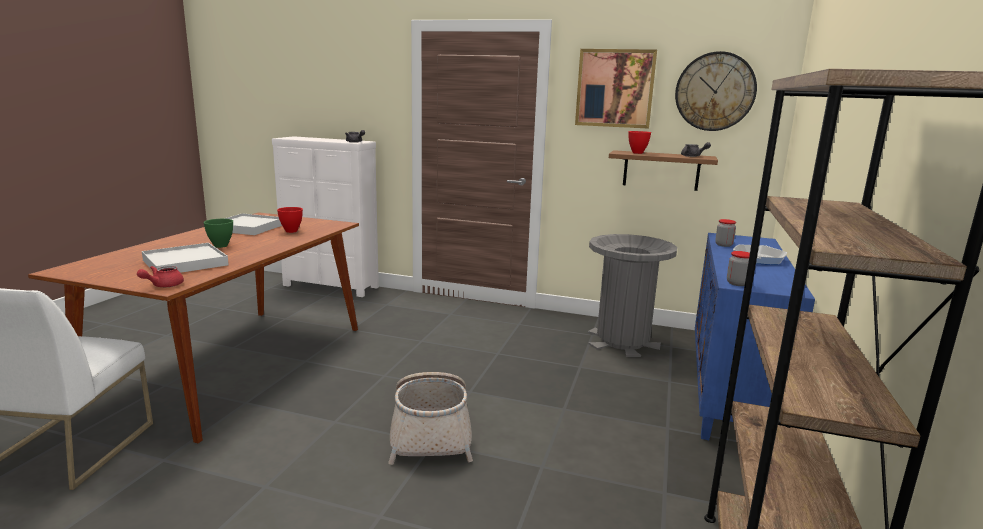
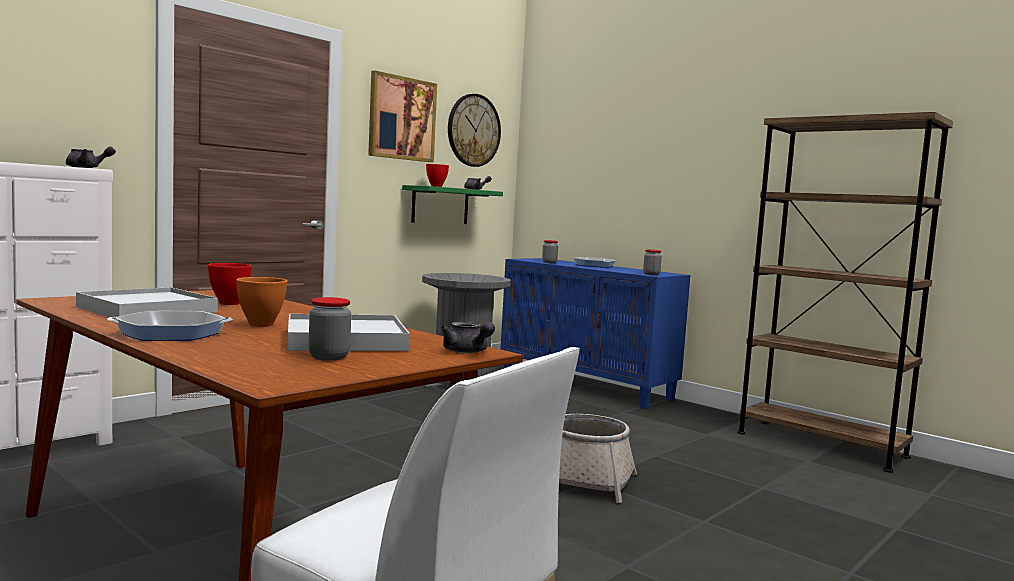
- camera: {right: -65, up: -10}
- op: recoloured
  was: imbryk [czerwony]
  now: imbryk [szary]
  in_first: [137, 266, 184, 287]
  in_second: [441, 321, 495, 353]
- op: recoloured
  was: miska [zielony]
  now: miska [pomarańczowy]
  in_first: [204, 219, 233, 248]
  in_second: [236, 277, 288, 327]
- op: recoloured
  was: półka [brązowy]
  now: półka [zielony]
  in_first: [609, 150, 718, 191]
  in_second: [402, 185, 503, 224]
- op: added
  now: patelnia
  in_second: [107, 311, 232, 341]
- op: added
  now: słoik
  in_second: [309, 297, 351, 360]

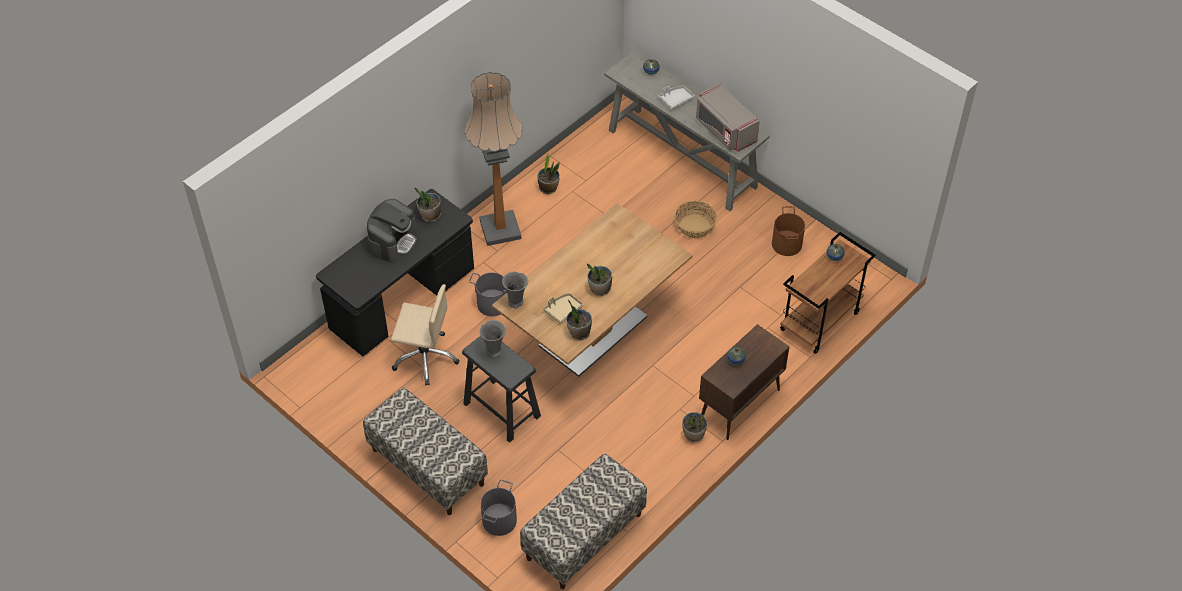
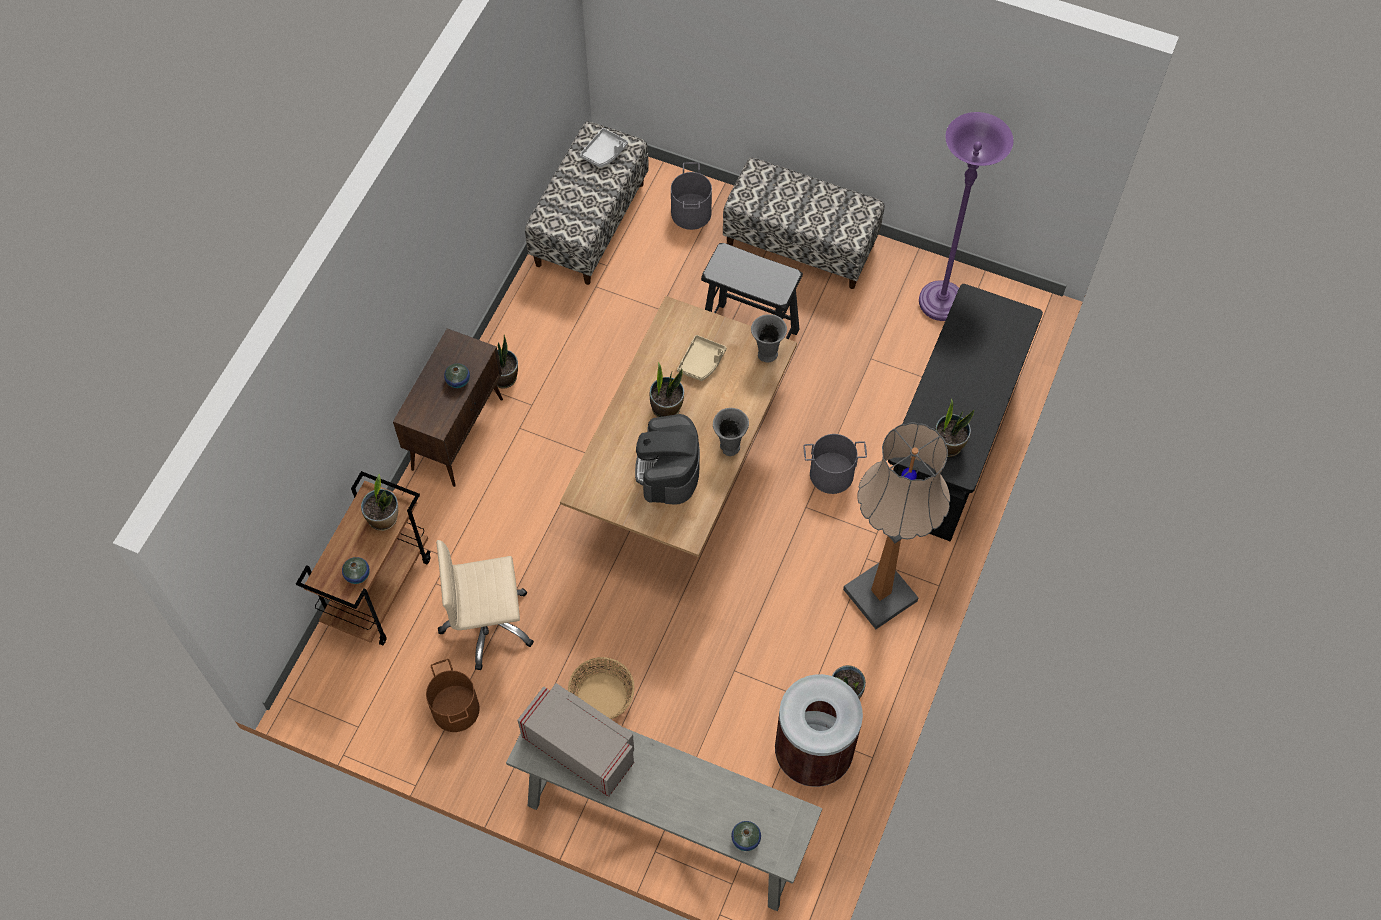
- camera: {right: 160, up: 10}
- op: moved
  was: ekspres do kawy
  in_first: [367, 199, 417, 263]
  in_second: [635, 414, 700, 504]
- op: moved
  was: krzesło biurowe [beżowy]
  in_first: [391, 284, 460, 386]
  in_second: [436, 540, 534, 670]
- op: moved
  was: wazon [szary]
  in_first: [479, 320, 506, 358]
  in_second: [713, 408, 749, 456]
- op: moved
  was: roślina doniczkowa
  in_first: [566, 300, 592, 340]
  in_second: [361, 474, 398, 531]
- op: moved
  was: taca [szary]
  in_first: [658, 86, 695, 110]
  in_second: [580, 128, 628, 168]
- op: added
  now: kosz na śmieci [brązowy]
  in_second: [775, 674, 863, 787]
- op: added
  now: lampa stojąca [fioletowy]
  in_second: [919, 112, 1013, 321]

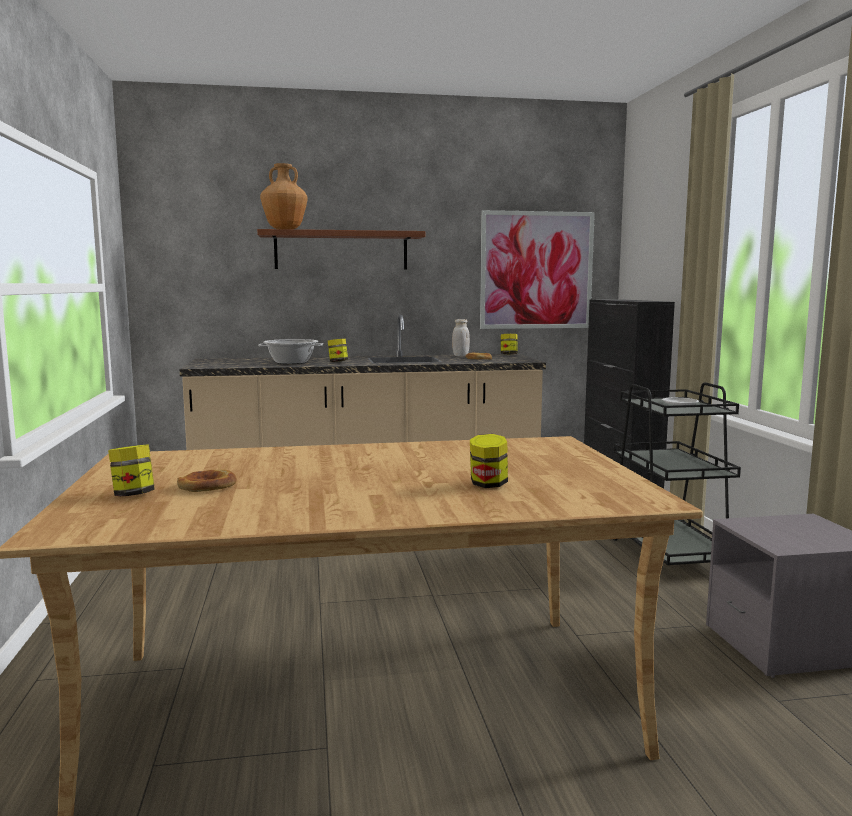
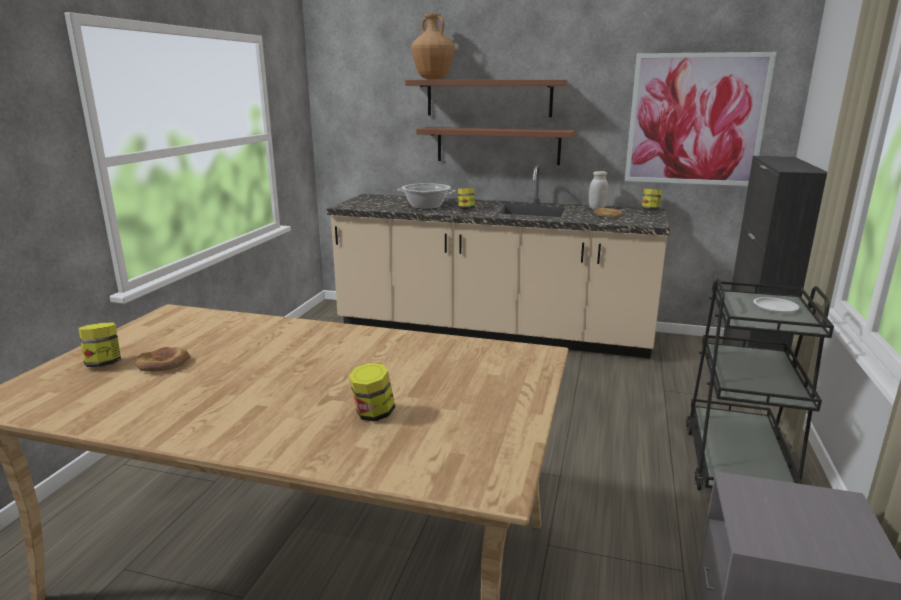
- camera: {right: 25, up: 10}
- op: added
  now: półka [brązowy]
  in_second: [416, 127, 575, 165]

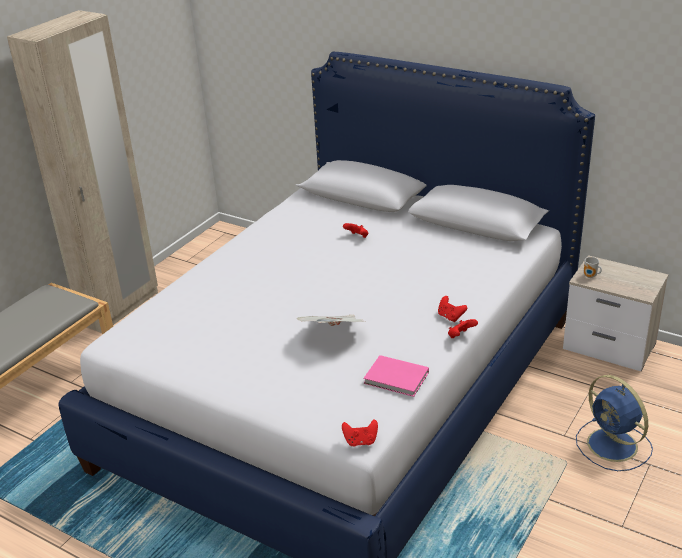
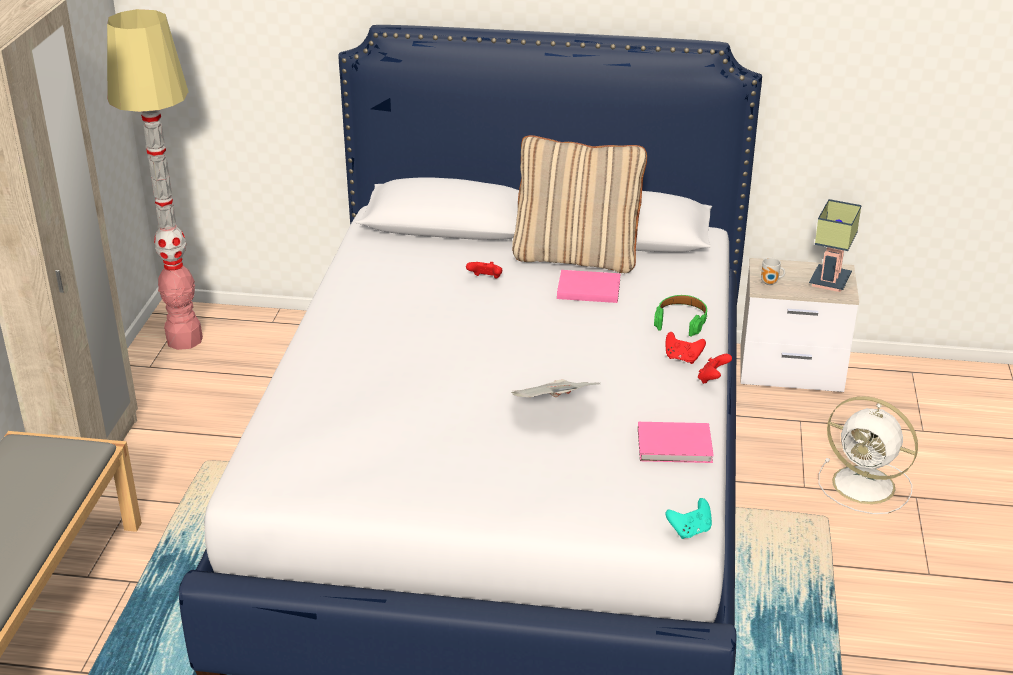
- camera: {right: -25, up: 0}
- op: recoloured
  was: pad do gier [czerwony]
  now: pad do gier [turkusowy]
  in_first: [342, 419, 378, 447]
  in_second: [666, 498, 712, 539]
- op: recoloured
  was: wentylator [niebieski]
  now: wentylator [biały]
  in_first: [576, 375, 653, 471]
  in_second: [818, 396, 918, 514]
- op: added
  now: lampa stojąca
  in_second: [107, 9, 203, 350]
- op: added
  now: poduszka [beżowy]
  in_second: [512, 135, 647, 273]
- op: added
  now: książka [różowy]
  in_second: [557, 270, 621, 303]
- op: added
  now: słuchawki [zielony]
  in_second: [654, 295, 707, 337]
- op: added
  now: lampa stołowa
  in_second: [809, 199, 862, 292]

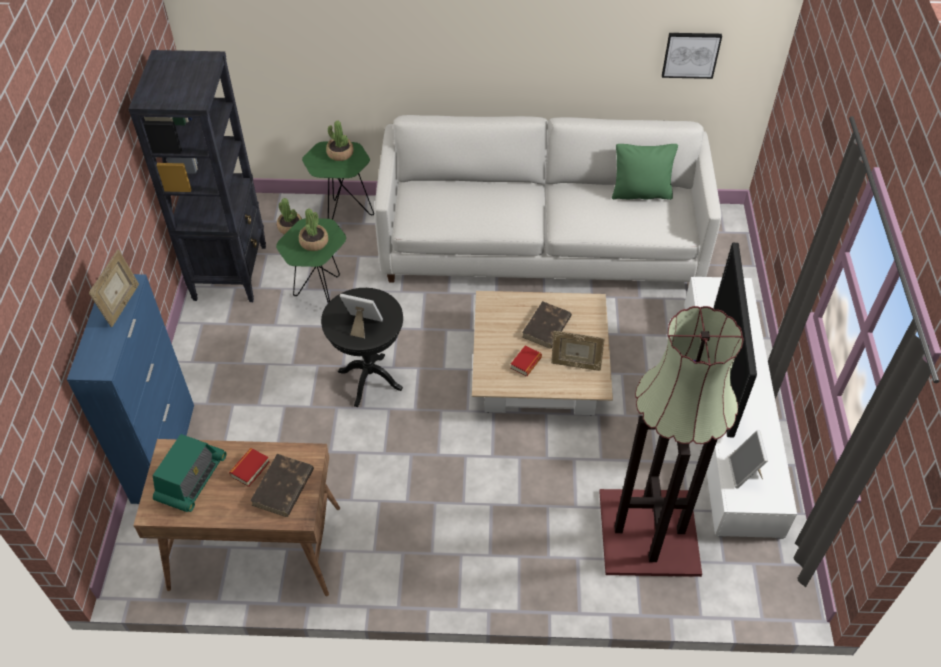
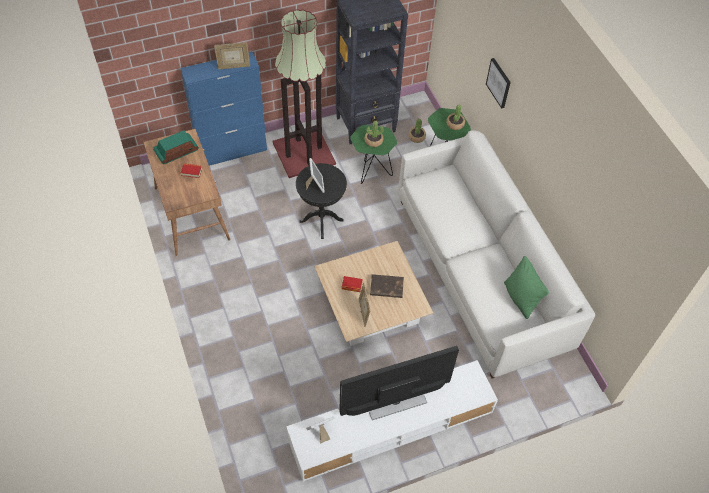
- camera: {right: 65, up: 5}
- op: turned
  was: radio
  in_first: [153, 434, 227, 512]
  in_second: [153, 130, 199, 164]
  clockwise: 150
- op: removed
  was: książka [brązowy]
  in_first: [250, 454, 314, 517]
- op: moved
  was: lampa stojąca
  in_first: [599, 306, 743, 577]
  in_second: [272, 9, 336, 178]
- op: moved
  was: obraz
  in_first: [662, 33, 722, 79]
  in_second: [486, 58, 511, 109]

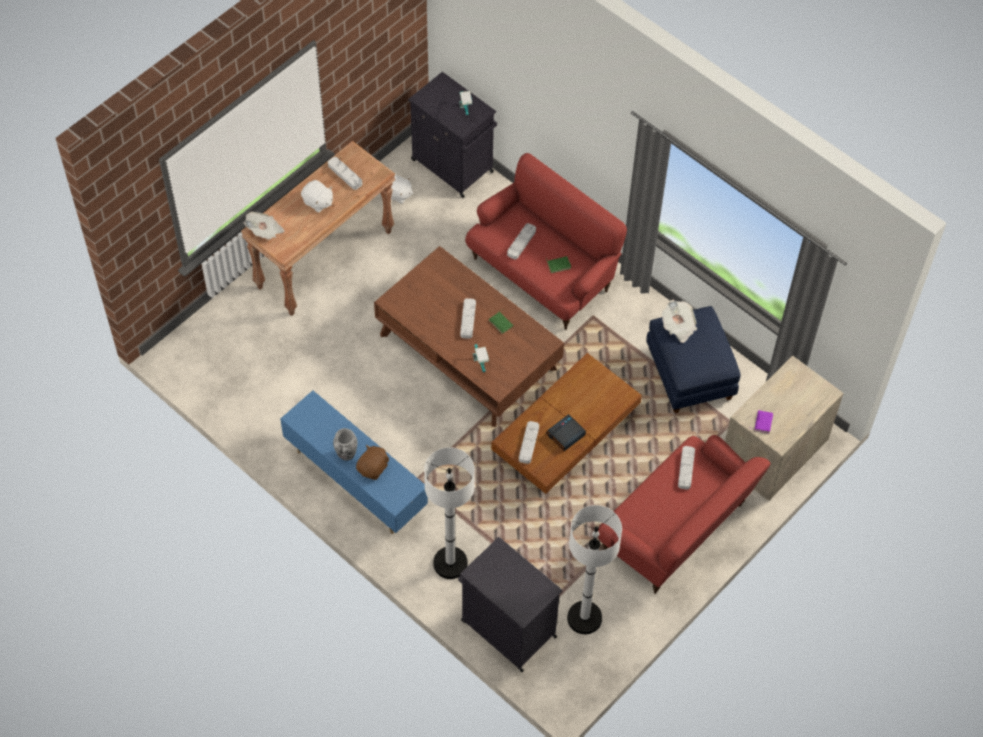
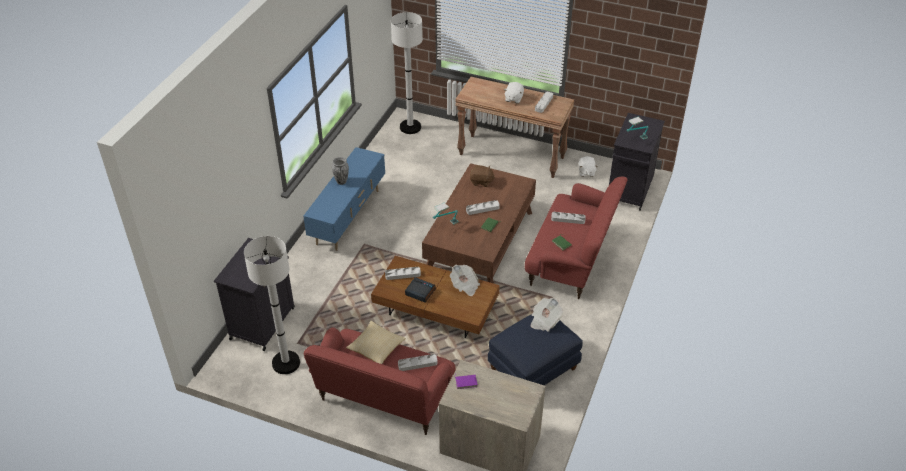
- camera: {right: 70, up: -15}
- op: moved
  was: gazeta
  in_first: [244, 212, 285, 240]
  in_second: [450, 265, 480, 296]
- op: moved
  was: pluszak [brązowy]
  in_first: [356, 445, 390, 480]
  in_second: [470, 165, 495, 187]
- op: moved
  was: lampa stojąca [biały]
  in_first: [424, 447, 475, 579]
  in_second: [391, 12, 423, 134]
- op: added
  now: poduszka
  in_second: [346, 321, 406, 364]

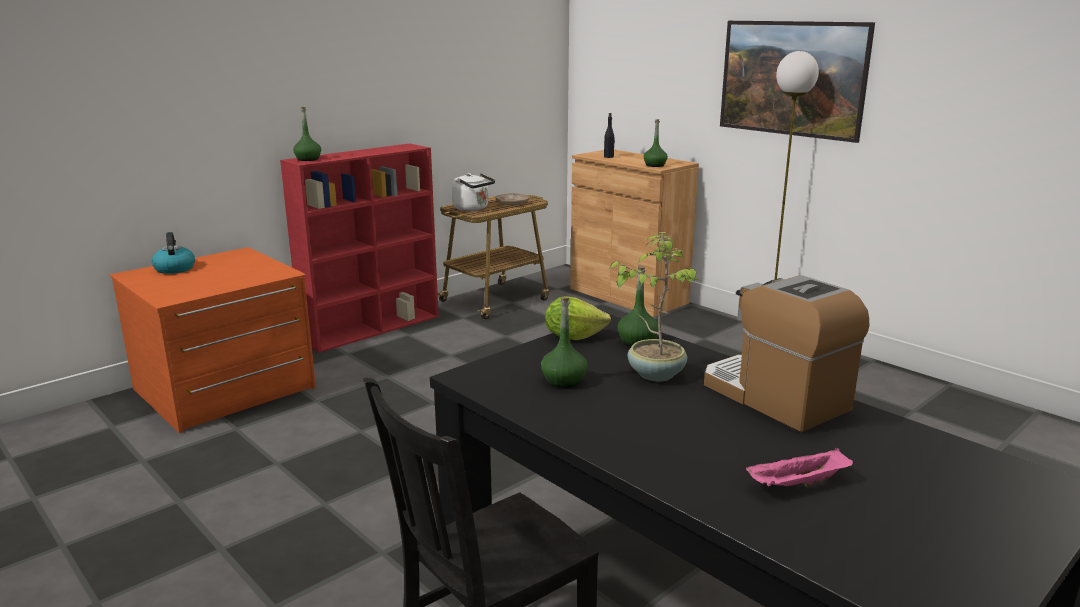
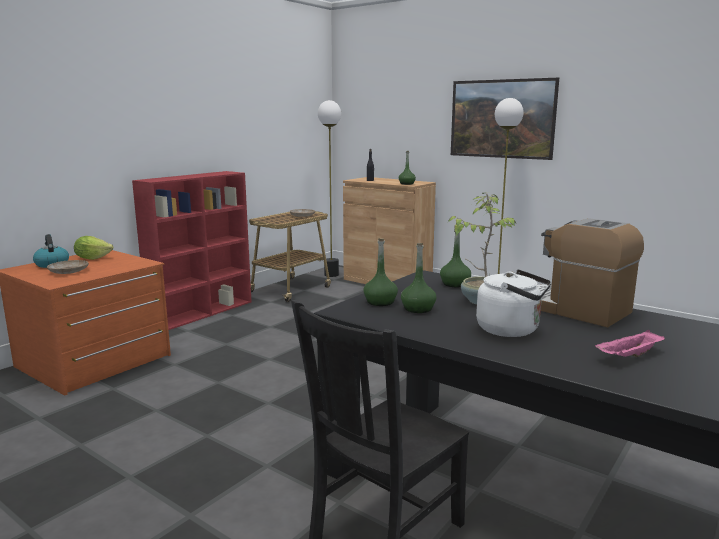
- camera: {right: -10, up: -5}
- op: moved
  was: butelka [zielony]
  in_first: [293, 107, 321, 161]
  in_second: [363, 238, 398, 306]
- op: moved
  was: czajnik [biały]
  in_first: [452, 173, 495, 211]
  in_second: [476, 269, 551, 337]
- op: moved
  was: sałata
  in_first: [545, 296, 611, 340]
  in_second: [74, 236, 113, 260]
- op: added
  now: talerz [beżowy]
  in_second: [47, 260, 89, 274]
- op: added
  now: lampa stojąca
  in_second: [318, 100, 341, 277]

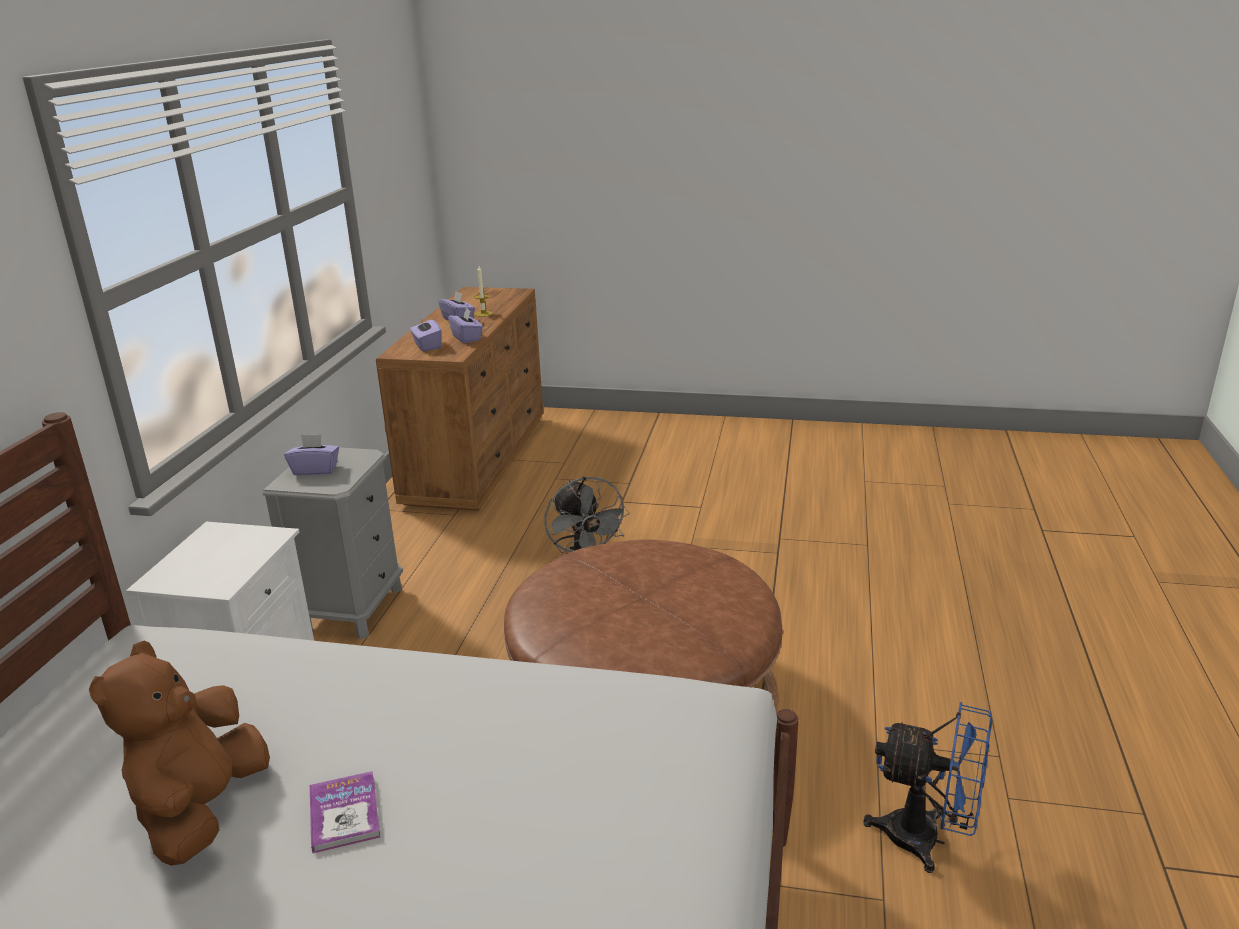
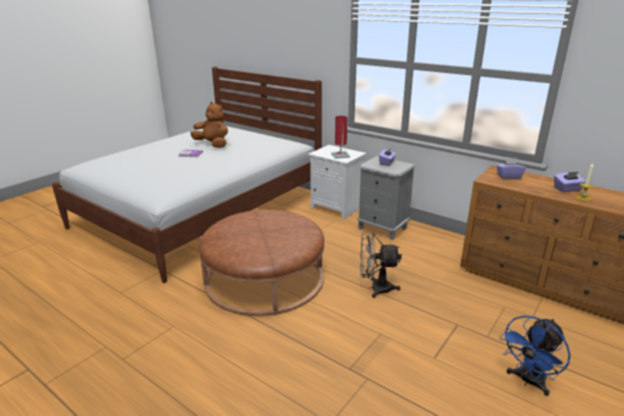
- camera: {right: 115, up: 0}
- op: removed
  was: pudełko chusteczek [fioletowy]
  in_first: [448, 308, 483, 343]
- op: moved
  was: wentylator [niebieski]
  in_first: [863, 702, 992, 873]
  in_second: [499, 316, 571, 396]
- op: added
  now: lampa stołowa [czerwony]
  in_second: [331, 116, 350, 159]

